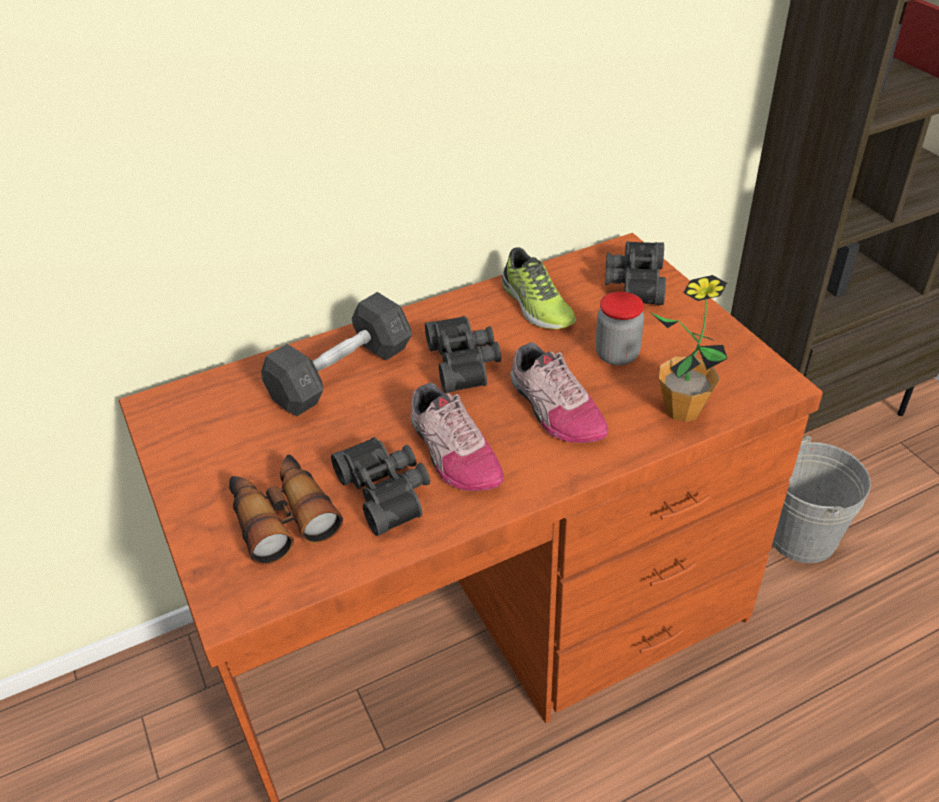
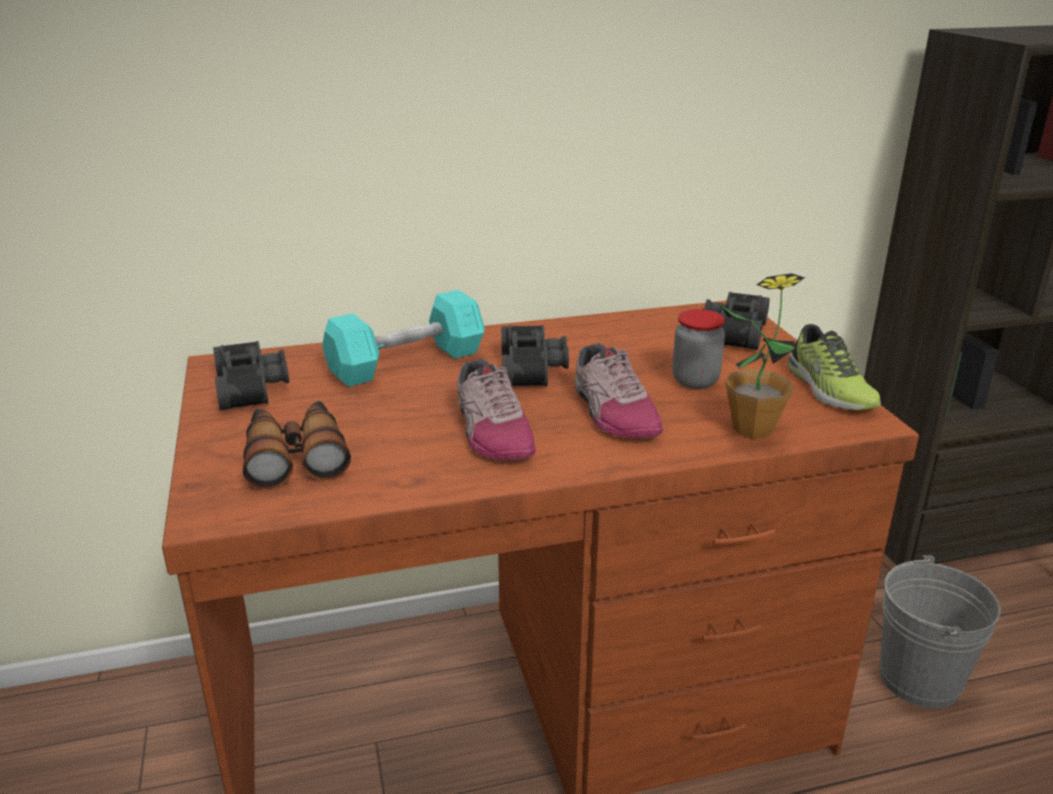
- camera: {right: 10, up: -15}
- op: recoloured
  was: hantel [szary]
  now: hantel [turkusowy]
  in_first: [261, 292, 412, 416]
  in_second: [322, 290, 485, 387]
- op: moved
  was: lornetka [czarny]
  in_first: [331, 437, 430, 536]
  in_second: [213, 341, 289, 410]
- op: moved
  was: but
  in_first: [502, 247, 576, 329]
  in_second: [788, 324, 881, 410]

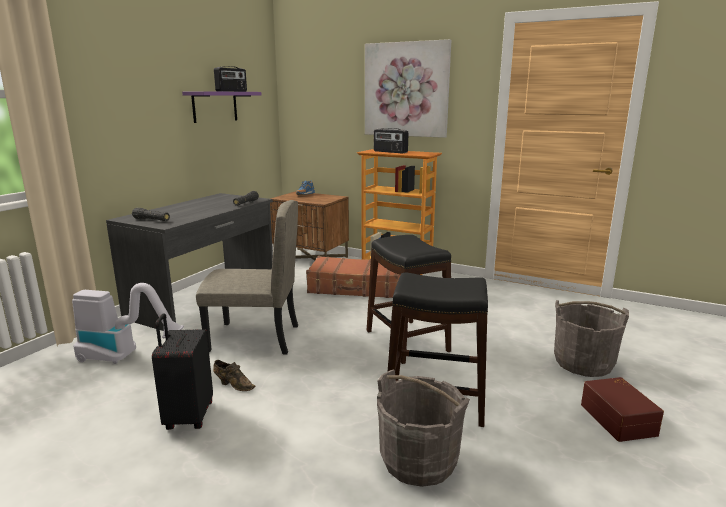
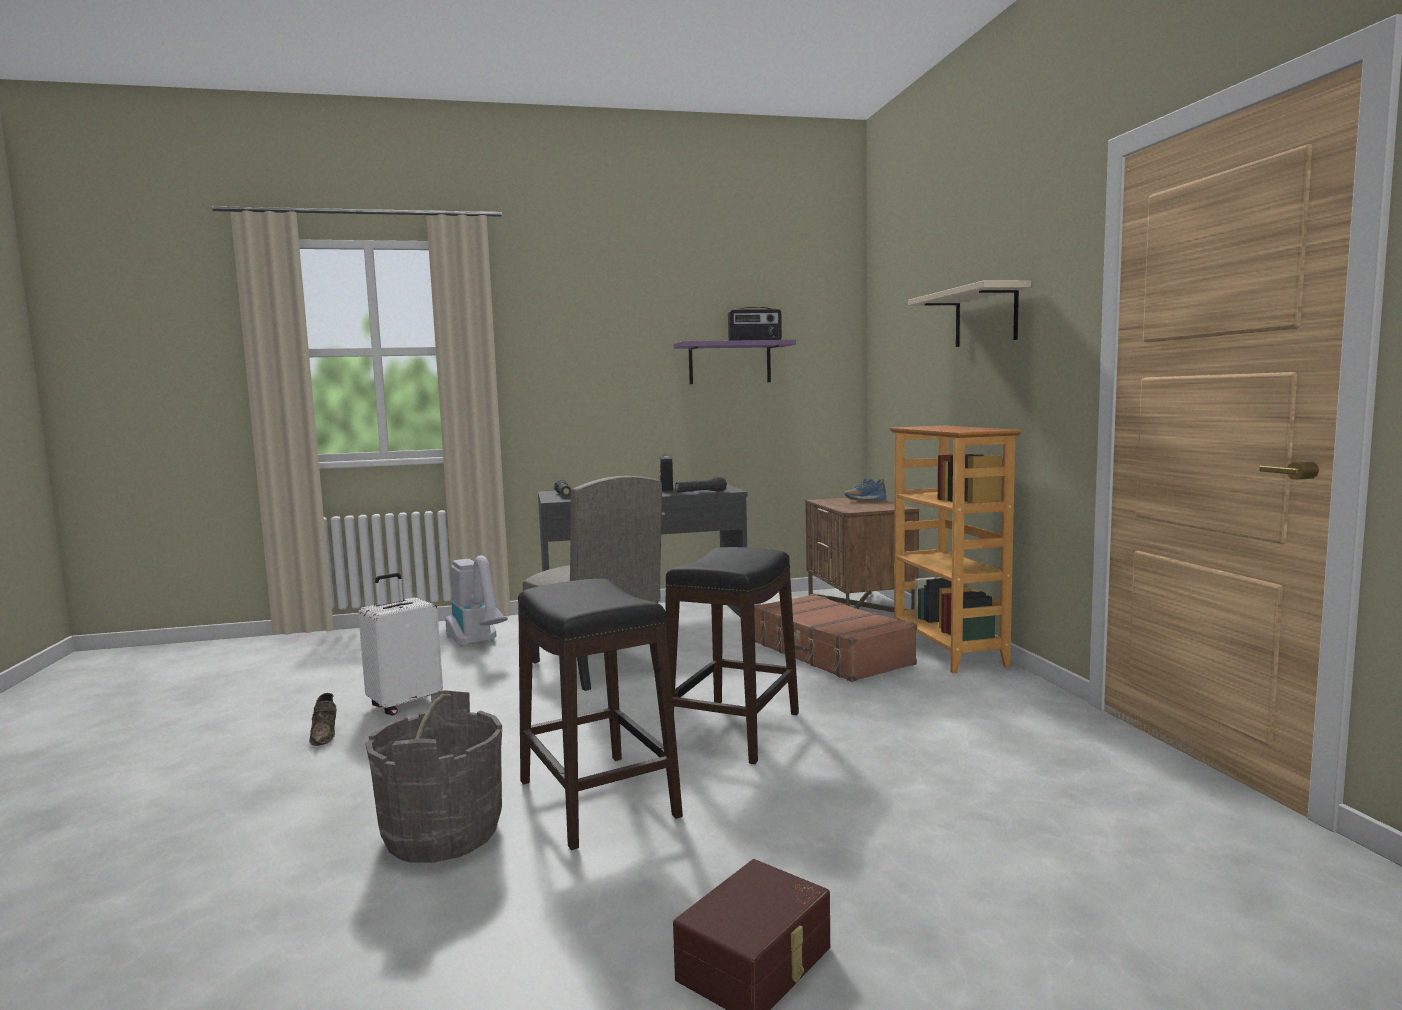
- camera: {right: 50, up: -10}
- op: recoloured
  was: walizka [czarny]
  now: walizka [biały]
  in_first: [152, 314, 213, 430]
  in_second: [358, 573, 443, 716]
- op: moved
  was: but [brązowy]
  in_first: [213, 360, 256, 391]
  in_second: [309, 693, 337, 746]
- op: replaced
  was: obraz
  now: półka [beżowy]
  in_first: [365, 39, 451, 138]
  in_second: [908, 280, 1031, 347]
- op: moved
  was: radio
  in_first: [374, 128, 408, 153]
  in_second: [660, 453, 673, 492]
- op: removed
  was: wiadro [szary]
  in_first: [554, 300, 629, 377]

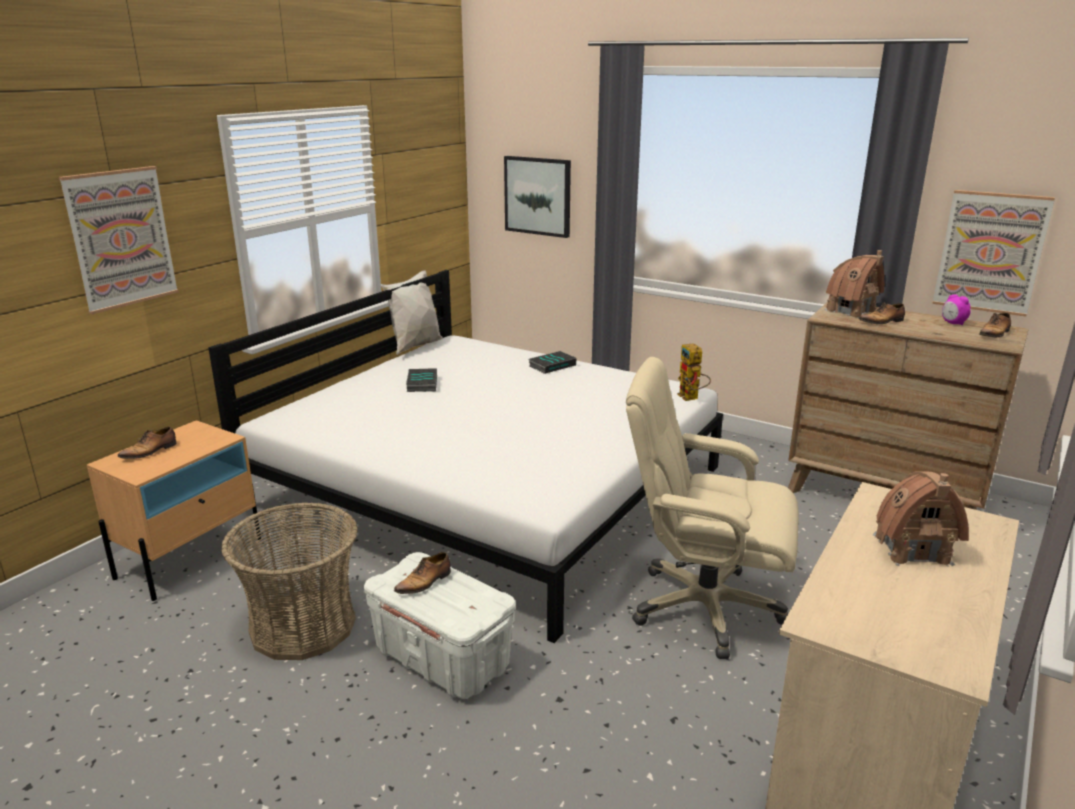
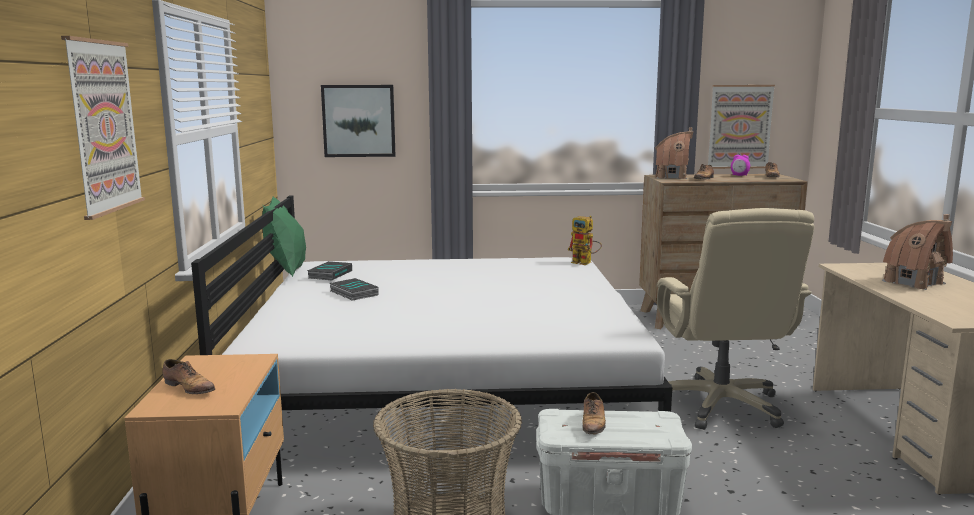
- camera: {right: -35, up: -10}
- op: turned
  was: but
  in_first: [118, 427, 177, 459]
  in_second: [163, 359, 215, 394]
  clockwise: -60
- op: recoloured
  was: poduszka [biały]
  now: poduszka [zielony]
  in_first: [380, 270, 443, 355]
  in_second: [262, 196, 306, 277]
- op: moved
  was: książka
  in_first: [529, 351, 576, 374]
  in_second: [307, 261, 352, 280]
- op: turned
  was: krzesło biurowe [beżowy]
  in_first: [626, 357, 799, 659]
  in_second: [657, 208, 814, 430]
  clockwise: -75

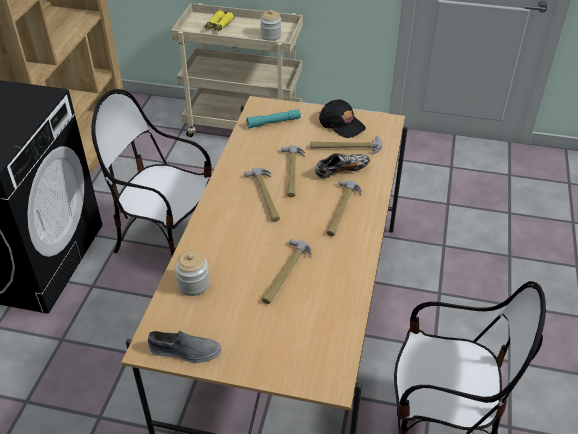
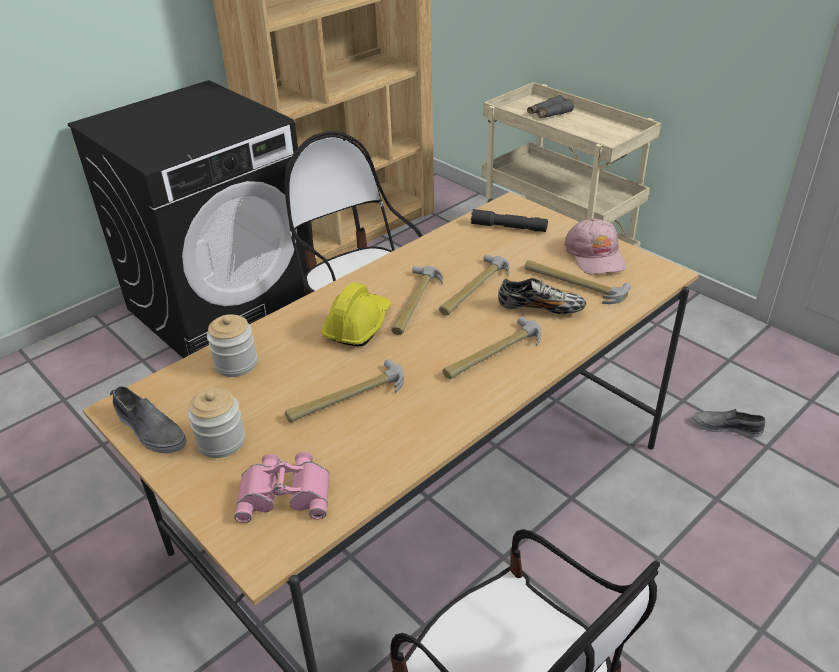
- camera: {right: 35, up: -5}
- op: recoloured
  was: lornetka [żółty]
  now: lornetka [szary]
  in_first: [204, 10, 234, 32]
  in_second: [527, 95, 574, 119]
- op: recoloured
  was: latarka [turkusowy]
  now: latarka [szary]
  in_first: [246, 109, 301, 128]
  in_second: [471, 209, 548, 232]
- op: moved
  was: słoik
  in_first: [260, 10, 281, 41]
  in_second: [188, 388, 245, 458]
- op: recoloured
  was: czapka z daszkiem [czarny]
  now: czapka z daszkiem [różowy]
  in_first: [319, 99, 366, 138]
  in_second: [564, 219, 626, 275]
- op: added
  now: lornetka [różowy]
  in_second: [234, 452, 330, 523]
- op: added
  now: kask [żółty]
  in_second: [321, 282, 391, 346]
- op: added
  now: but [szary]
  in_second: [692, 409, 765, 438]

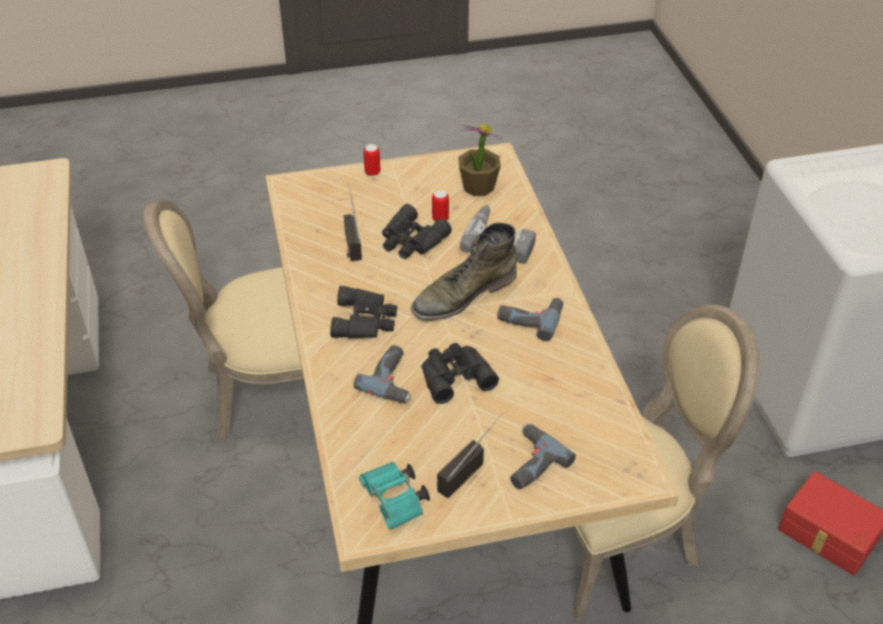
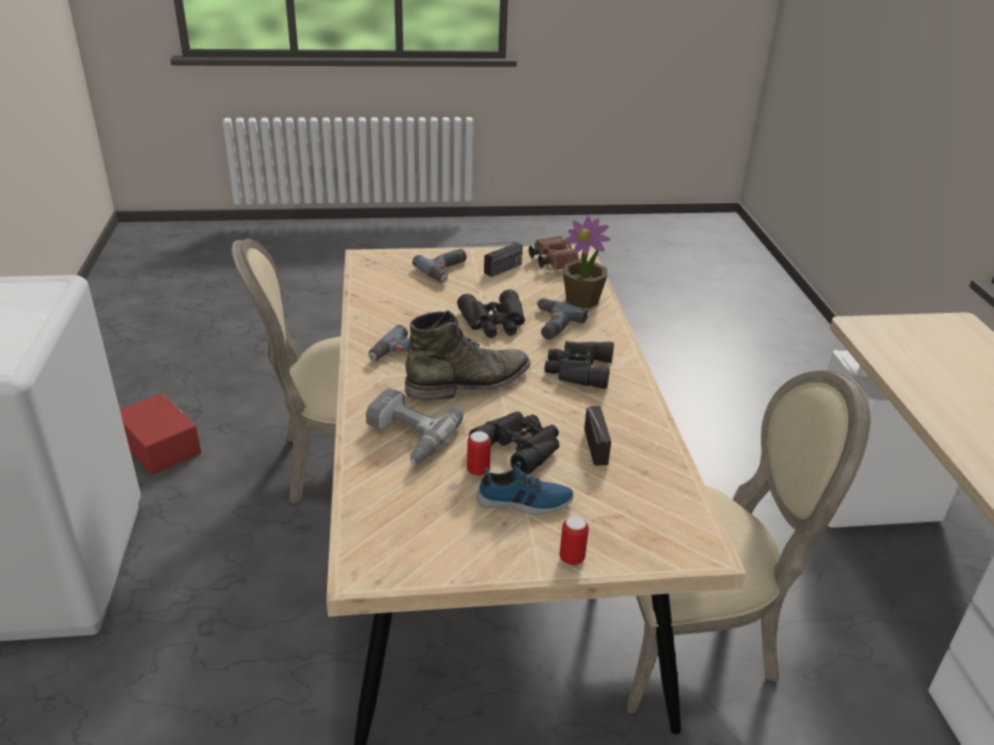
- camera: {right: -175, up: -10}
- op: recoloured
  was: lornetka [turkusowy]
  now: lornetka [brązowy]
  in_first: [359, 462, 430, 529]
  in_second: [529, 235, 581, 270]
- op: moved
  was: roślina doniczkowa
  in_first: [458, 125, 502, 196]
  in_second: [563, 216, 611, 308]
- op: added
  now: but
  in_second: [477, 462, 573, 515]

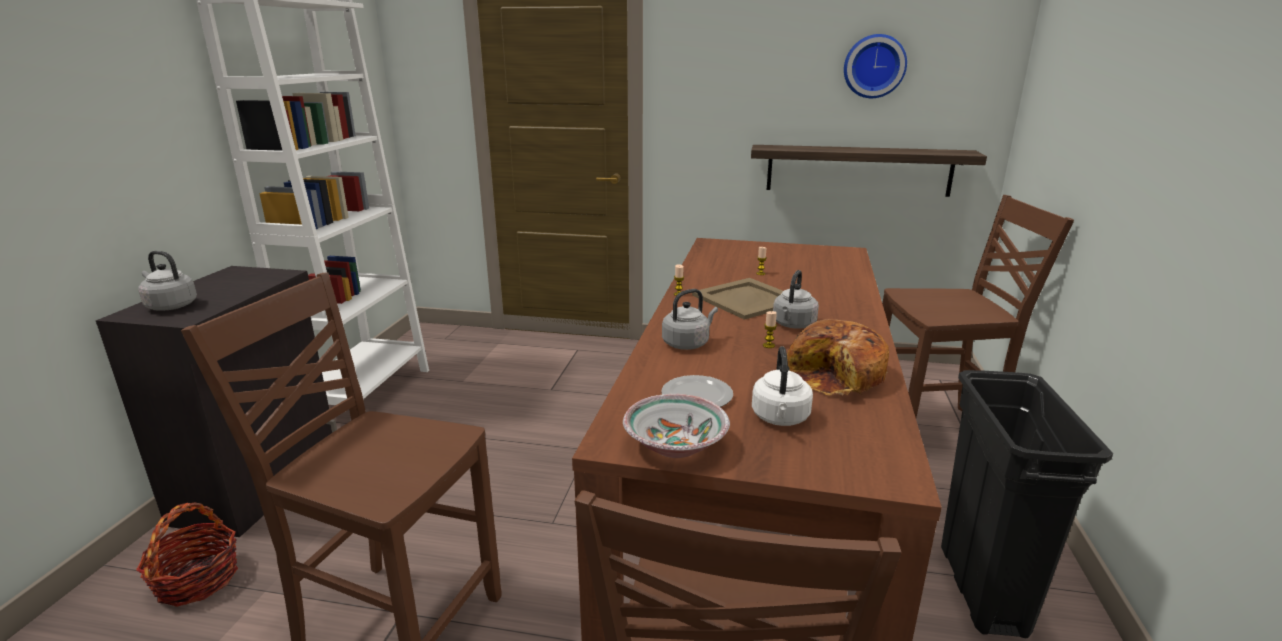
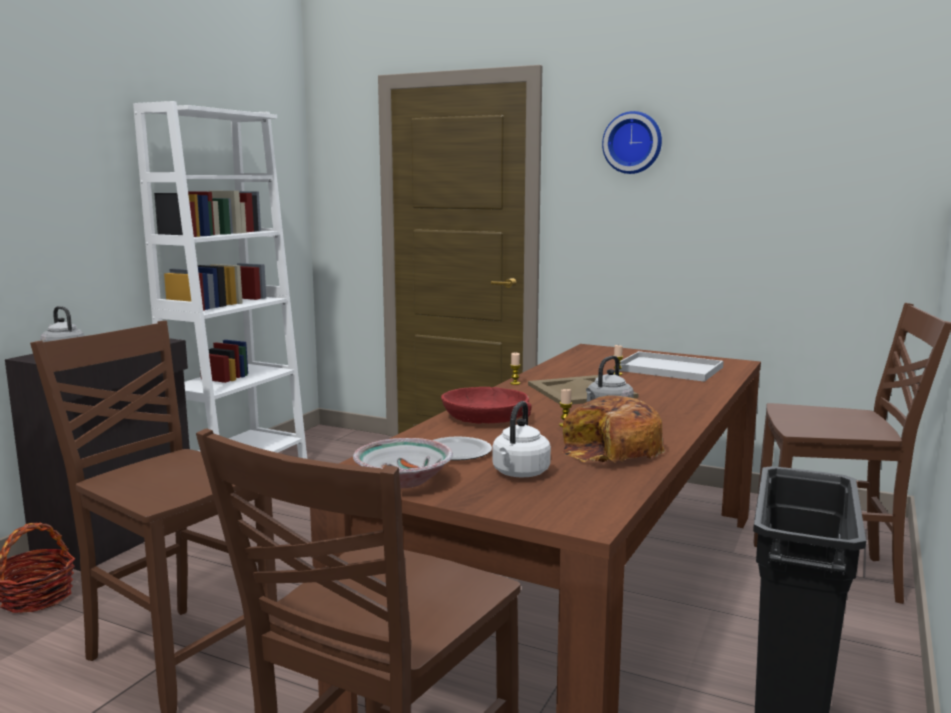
- camera: {right: 15, up: -10}
- op: replaced
  was: czajnik [szary]
  now: miska [czerwony]
  in_first: [662, 289, 718, 350]
  in_second: [441, 387, 532, 424]
- op: removed
  was: półka
  in_first: [751, 145, 987, 197]
- op: moved
  was: zegar ścienny
  in_first: [844, 34, 907, 98]
  in_second: [602, 111, 662, 174]
- op: added
  now: taca [biały]
  in_second: [619, 351, 724, 382]

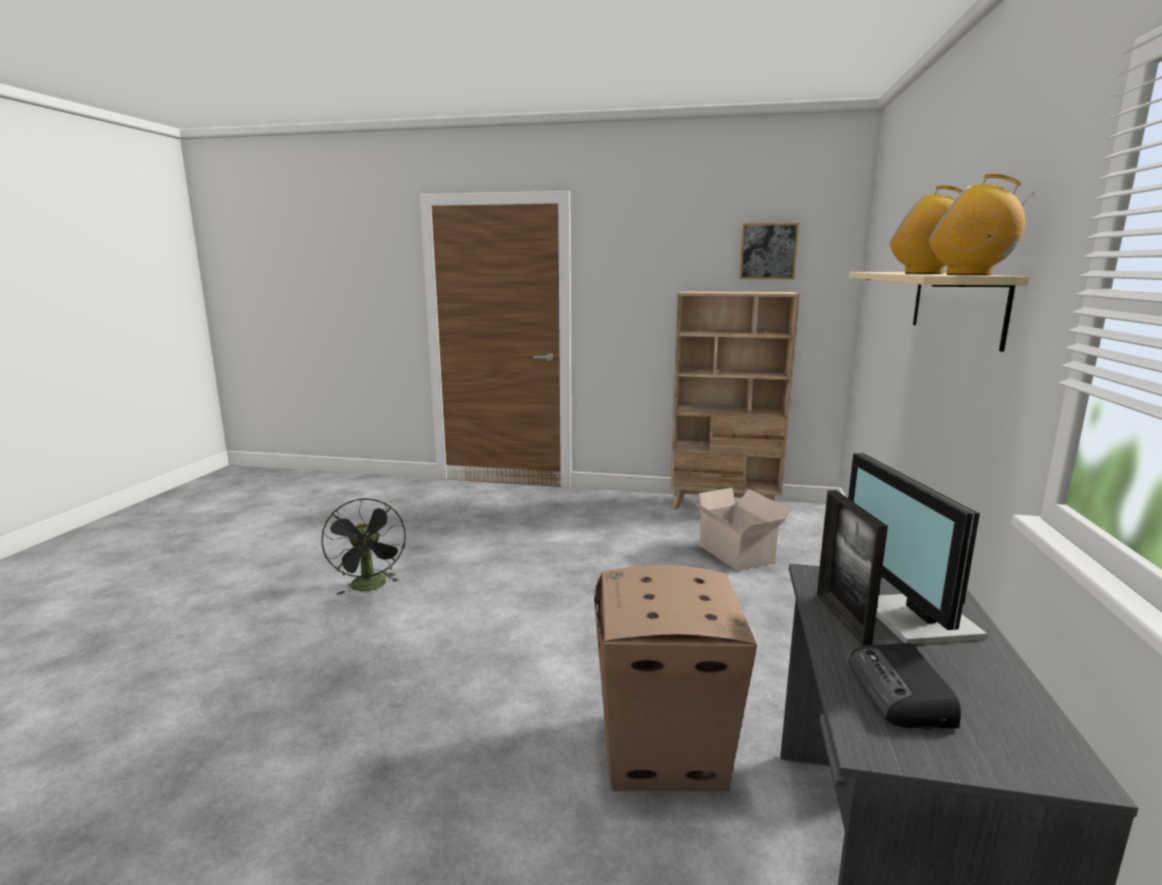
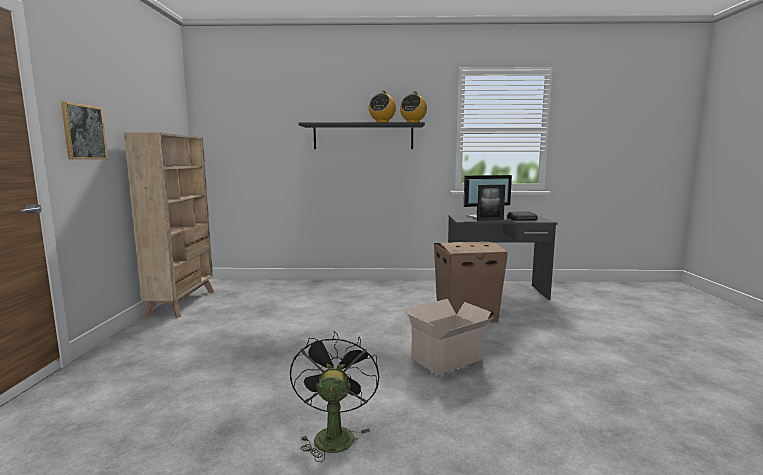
- camera: {right: -100, up: -5}
- op: turned
  was: wentylator [czarny]
  in_first: [321, 498, 406, 595]
  in_second: [290, 330, 379, 462]
  clockwise: -60
- op: moved
  was: karton
  in_first: [690, 488, 792, 571]
  in_second: [404, 299, 495, 375]
- op: moved
  was: obraz
  in_first: [740, 223, 799, 279]
  in_second: [61, 101, 108, 159]
- op: recoloured
  was: półka [beżowy]
  now: półka [czarny]
  in_first: [849, 272, 1029, 352]
  in_second: [299, 122, 425, 149]

